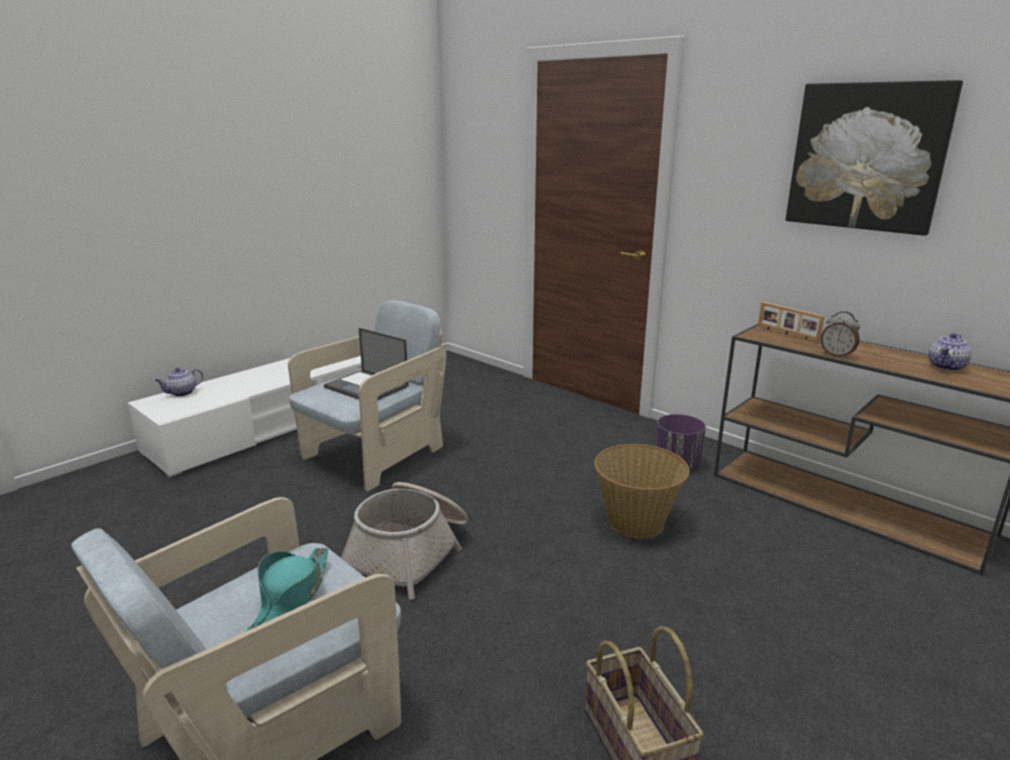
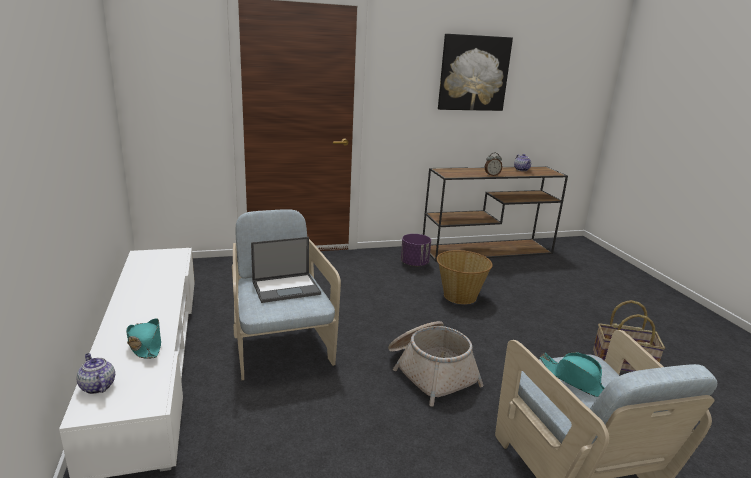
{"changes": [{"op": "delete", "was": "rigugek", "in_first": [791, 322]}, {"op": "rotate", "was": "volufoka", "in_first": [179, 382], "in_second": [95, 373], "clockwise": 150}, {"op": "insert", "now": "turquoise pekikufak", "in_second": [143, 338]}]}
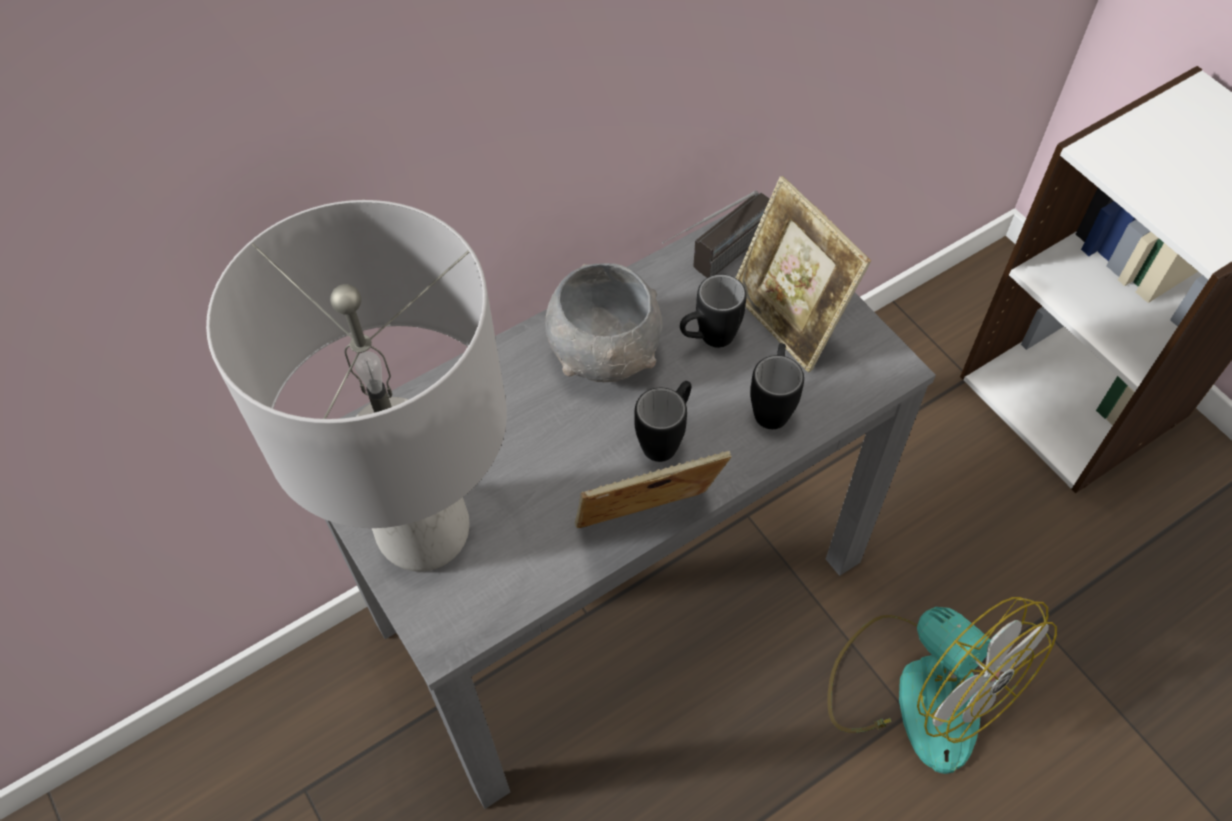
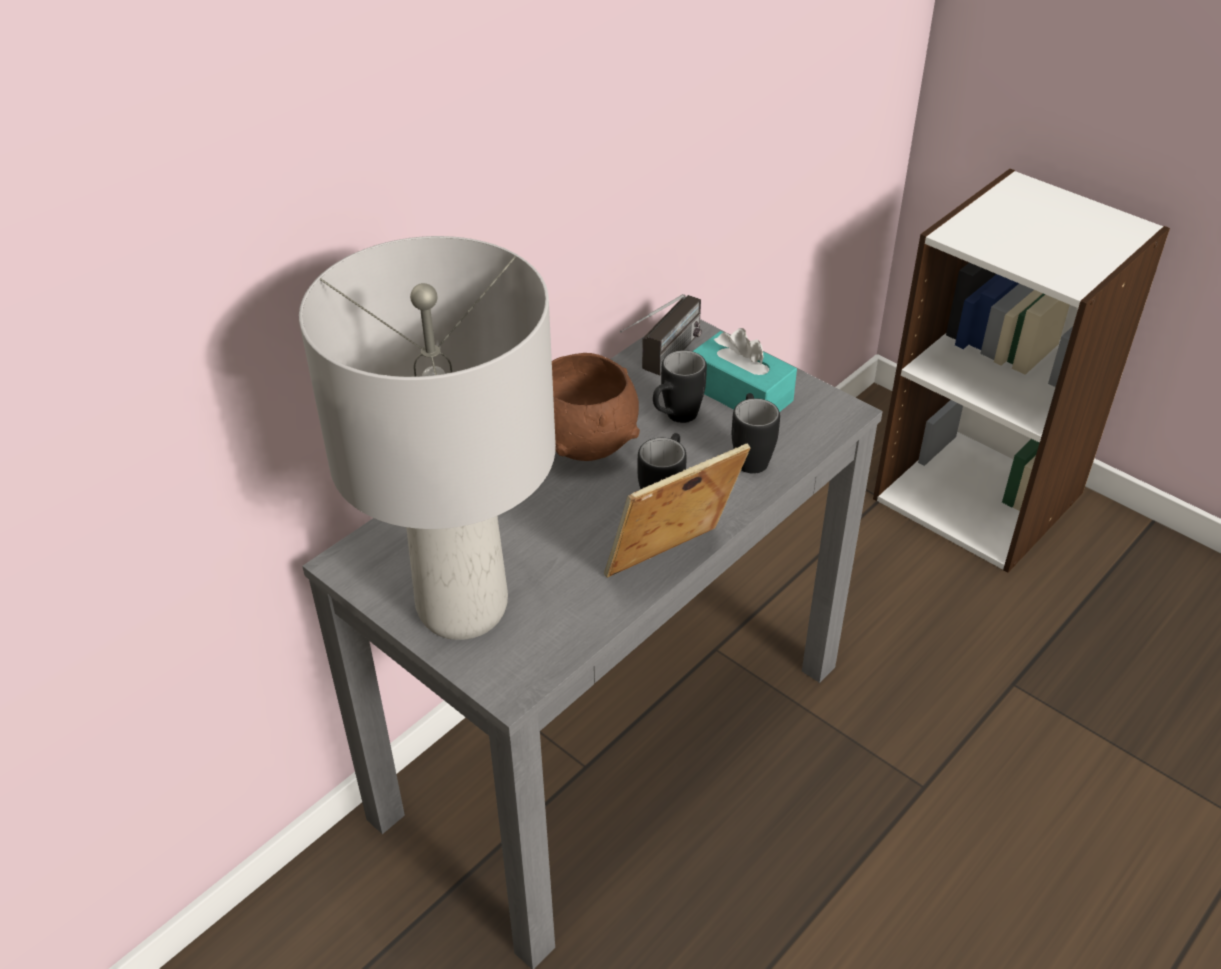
{"changes": [{"op": "replace", "was": "rigugek", "now": "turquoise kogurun", "in_first": [803, 274], "in_second": [745, 370]}, {"op": "recolor", "was": "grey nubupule", "now": "brown nubupule", "in_first": [603, 322], "in_second": [596, 407]}, {"op": "delete", "was": "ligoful", "in_first": [942, 685]}]}
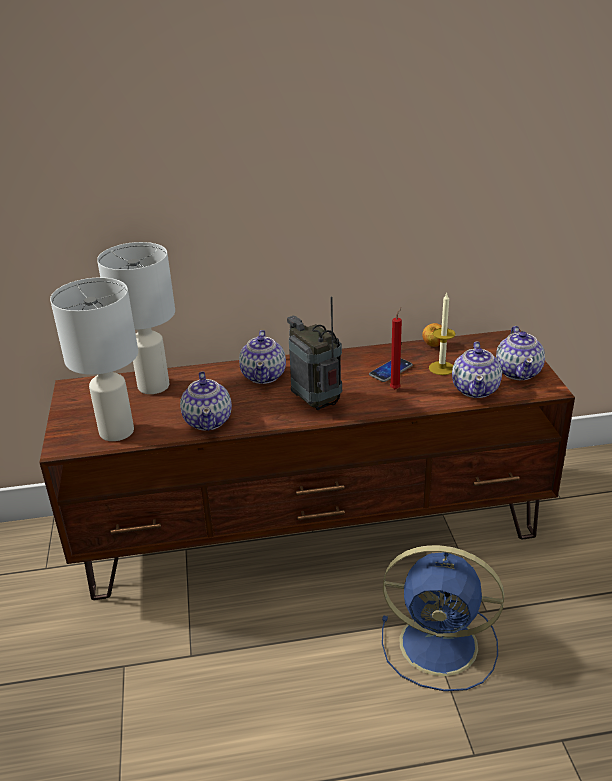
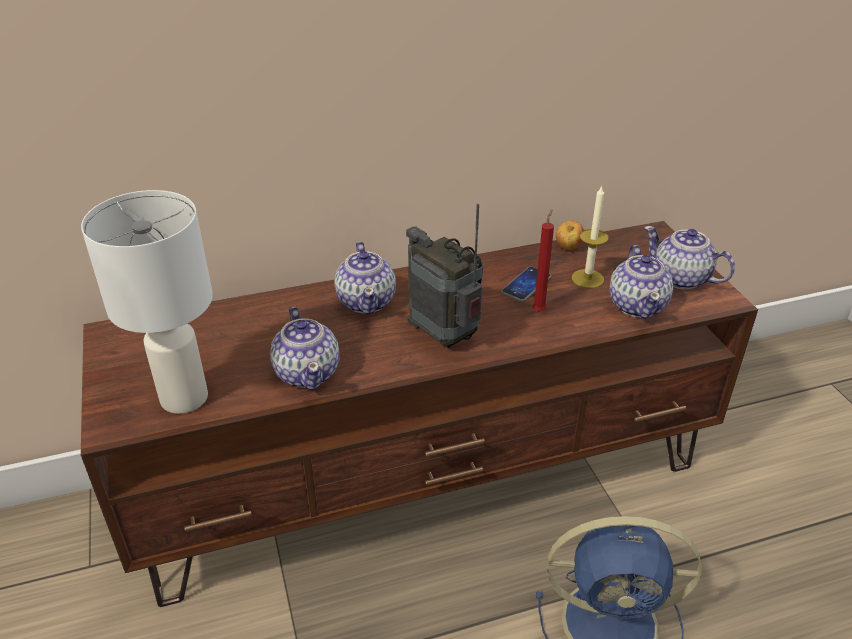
{"changes": [{"op": "delete", "was": "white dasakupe", "in_first": [136, 318]}, {"op": "rotate", "was": "volufoka", "in_first": [520, 353], "in_second": [689, 257], "clockwise": 135}]}
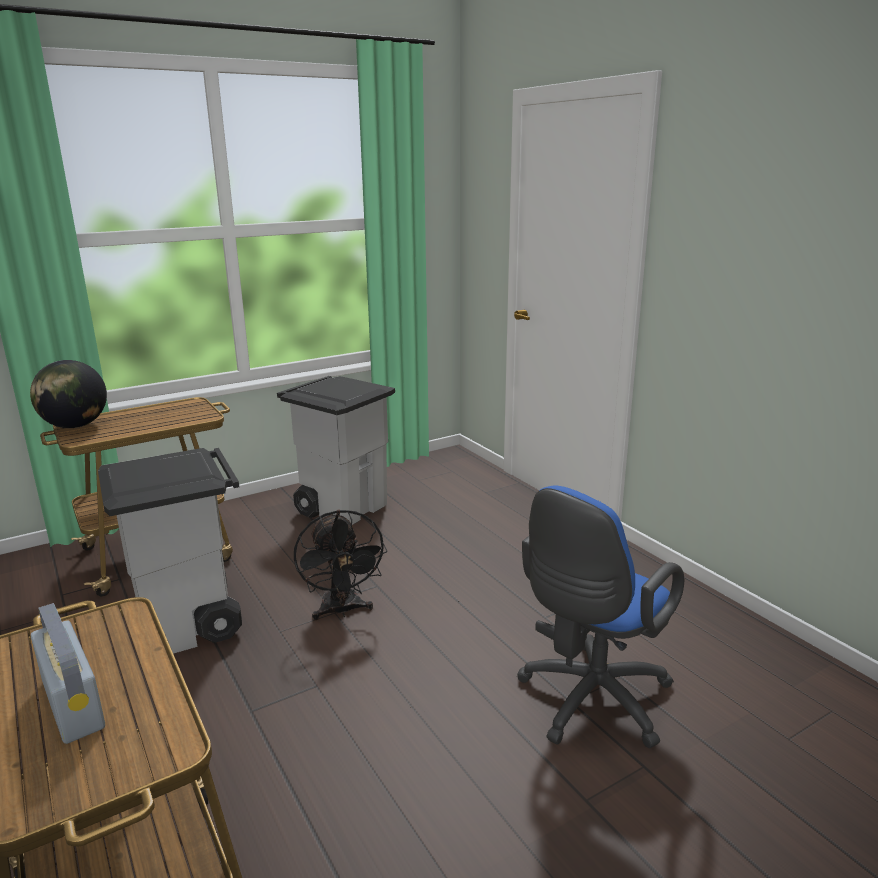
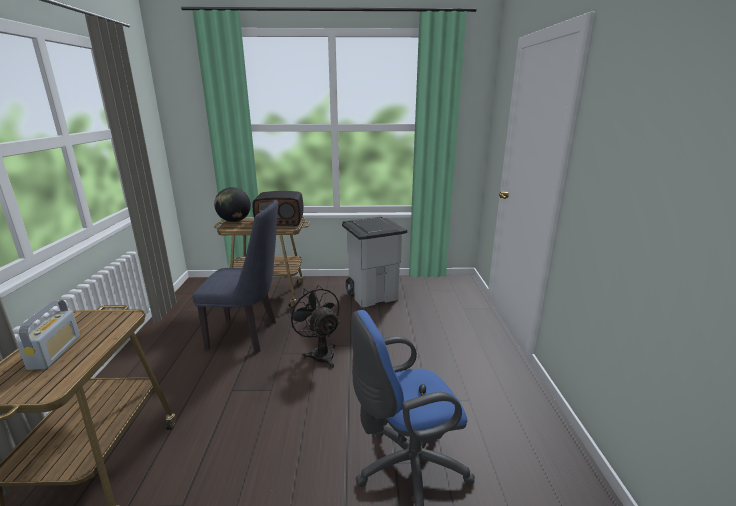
{"changes": [{"op": "replace", "was": "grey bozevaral", "now": "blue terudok", "in_first": [170, 551], "in_second": [235, 276]}, {"op": "rotate", "was": "black ligoful", "in_first": [340, 564], "in_second": [313, 326], "clockwise": 135}, {"op": "insert", "now": "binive", "in_second": [277, 208]}]}
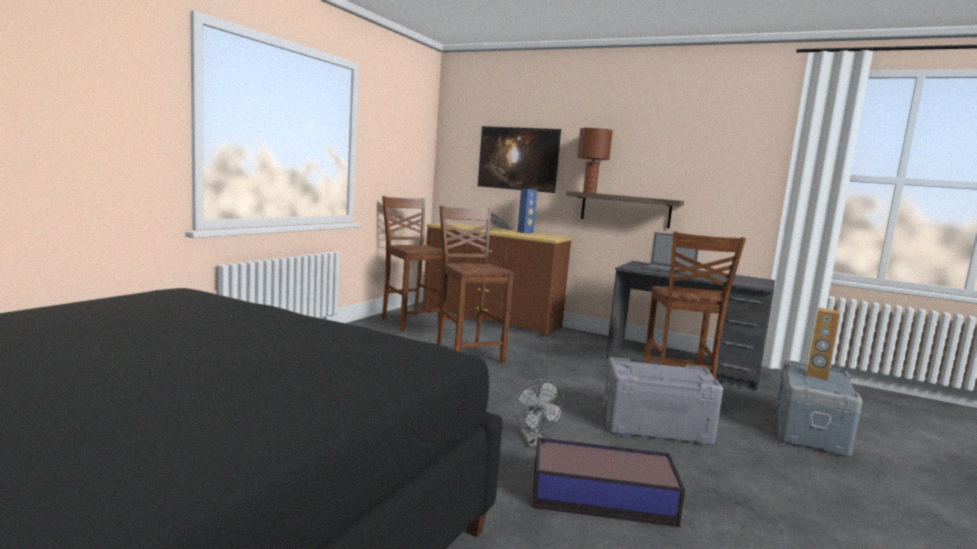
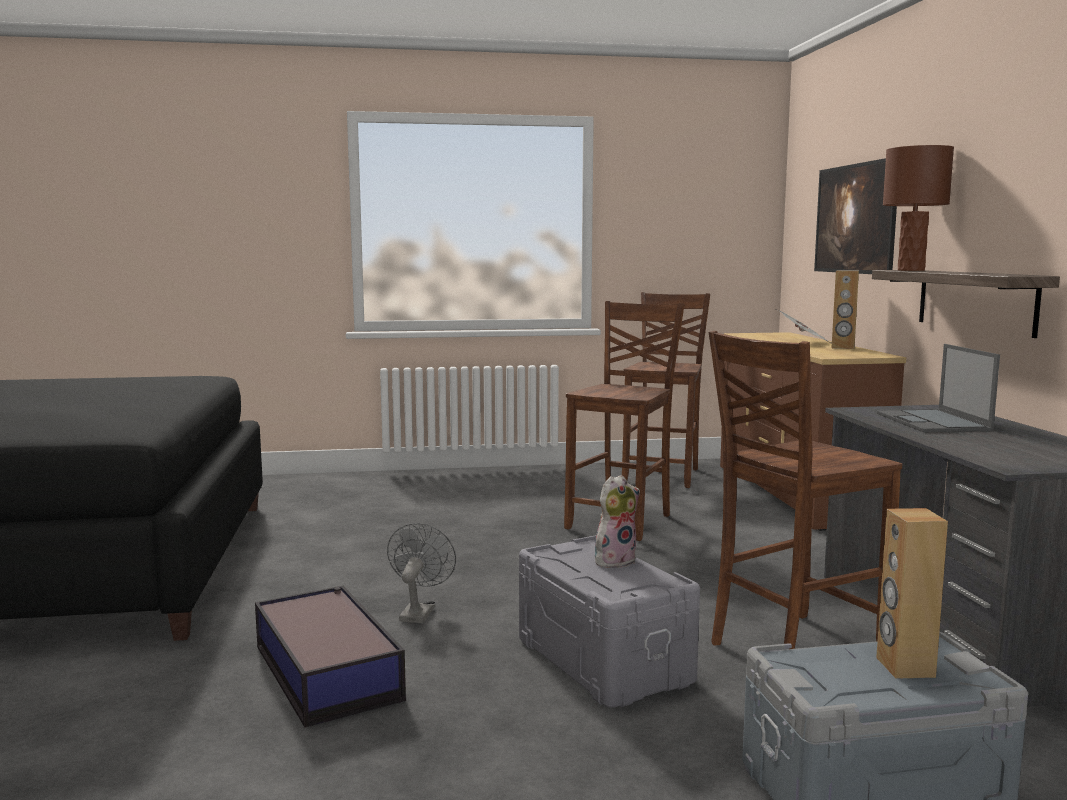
{"changes": [{"op": "recolor", "was": "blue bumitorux", "now": "brown bumitorux", "in_first": [527, 211], "in_second": [845, 309]}, {"op": "rotate", "was": "grey ligoful", "in_first": [539, 413], "in_second": [421, 573], "clockwise": 150}, {"op": "insert", "now": "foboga", "in_second": [617, 521]}]}
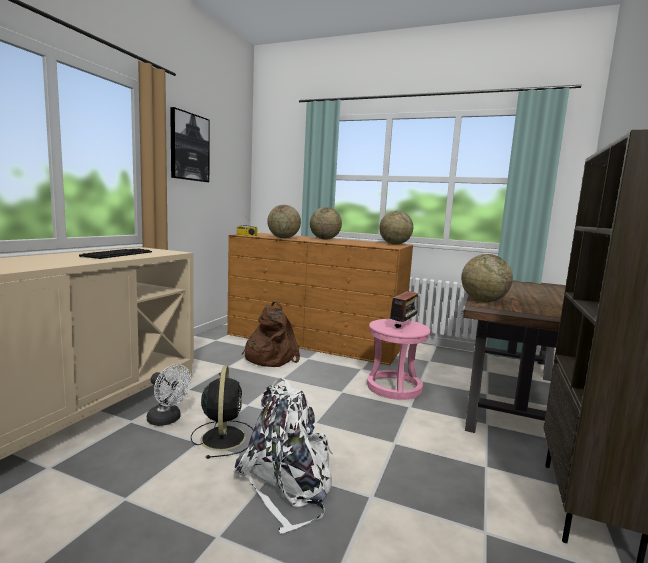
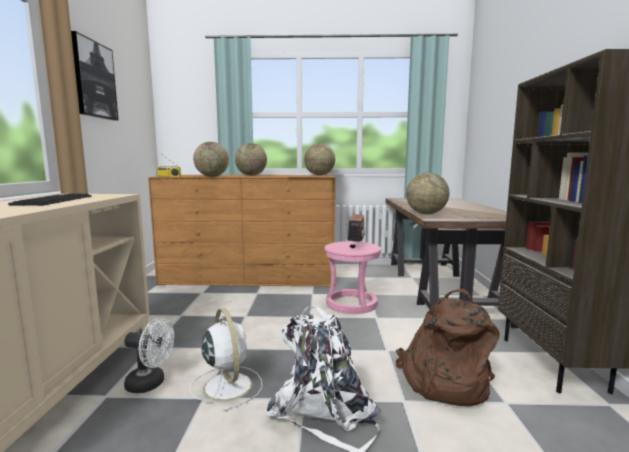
{"changes": [{"op": "move", "was": "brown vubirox", "in_first": [271, 334], "in_second": [448, 347]}, {"op": "recolor", "was": "black ligoful", "now": "white ligoful", "in_first": [222, 412], "in_second": [226, 360]}]}
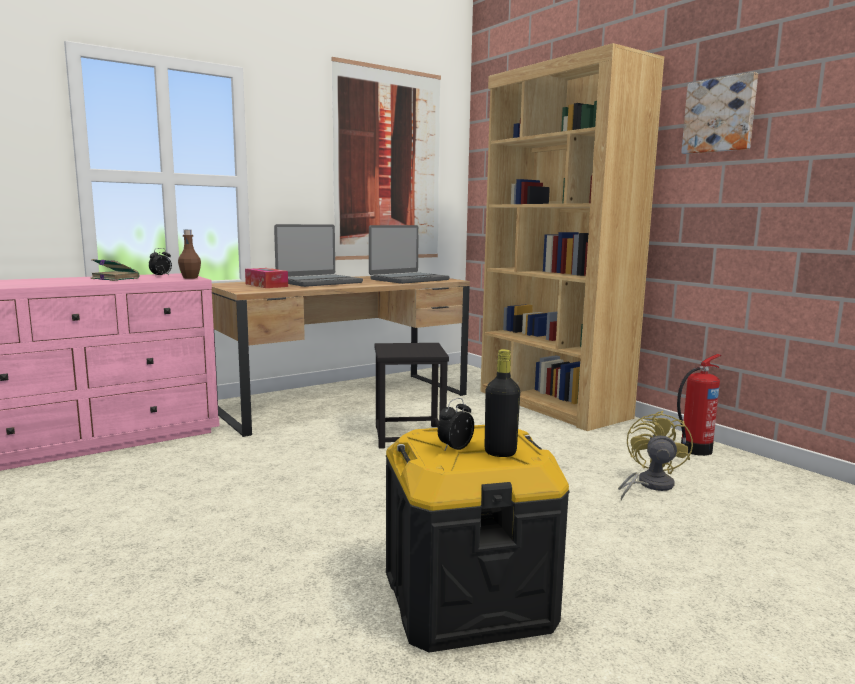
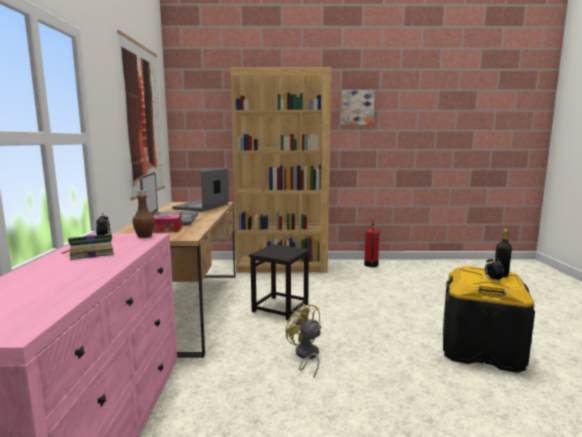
{"changes": [{"op": "rotate", "was": "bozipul", "in_first": [409, 254], "in_second": [200, 189], "clockwise": -150}, {"op": "move", "was": "yellow ligoful", "in_first": [655, 456], "in_second": [303, 340]}]}
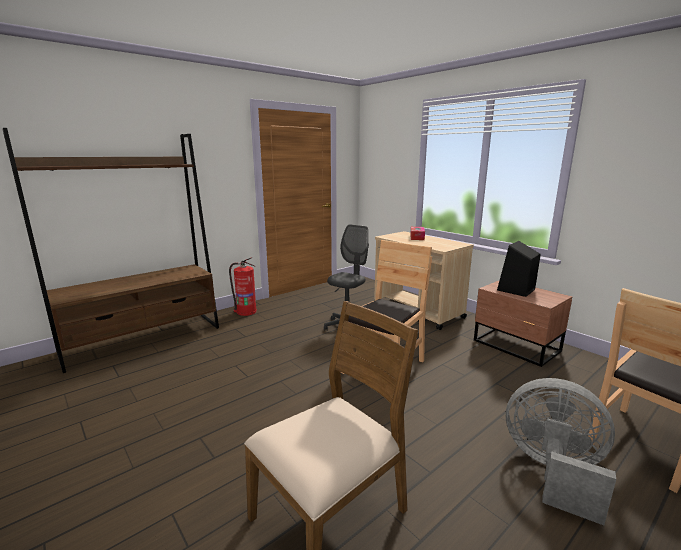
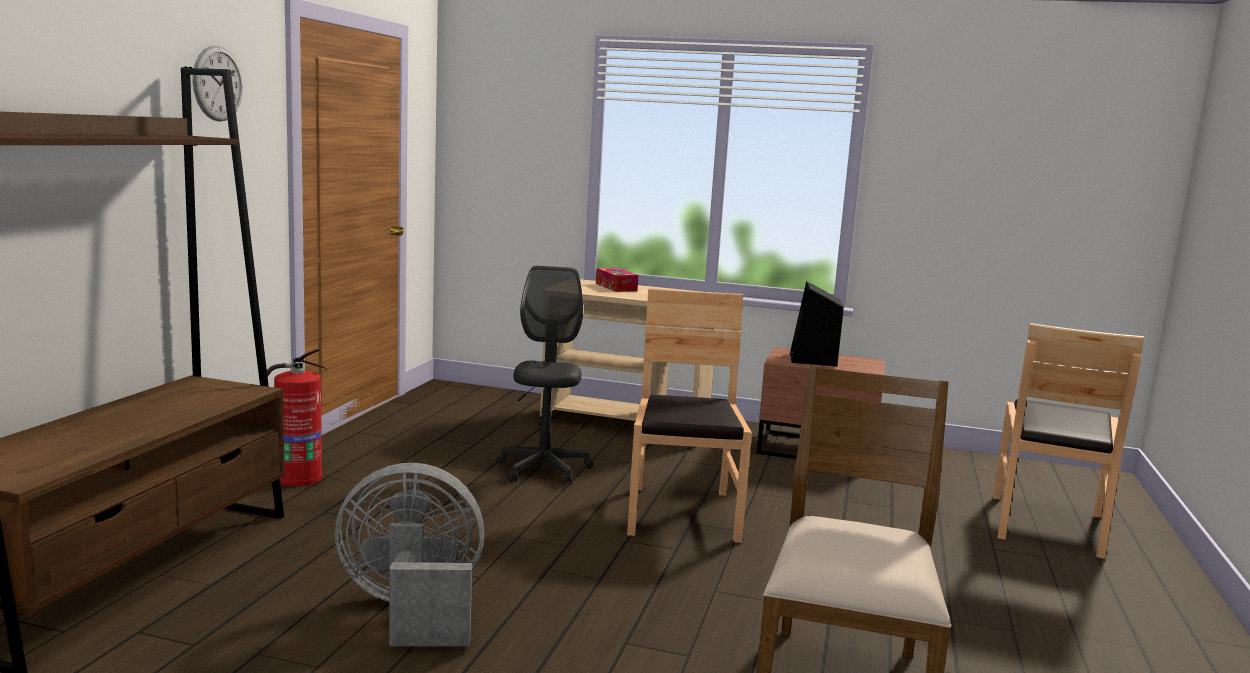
{"changes": [{"op": "move", "was": "grey ligoful", "in_first": [561, 451], "in_second": [409, 554]}, {"op": "insert", "now": "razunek", "in_second": [218, 84]}]}
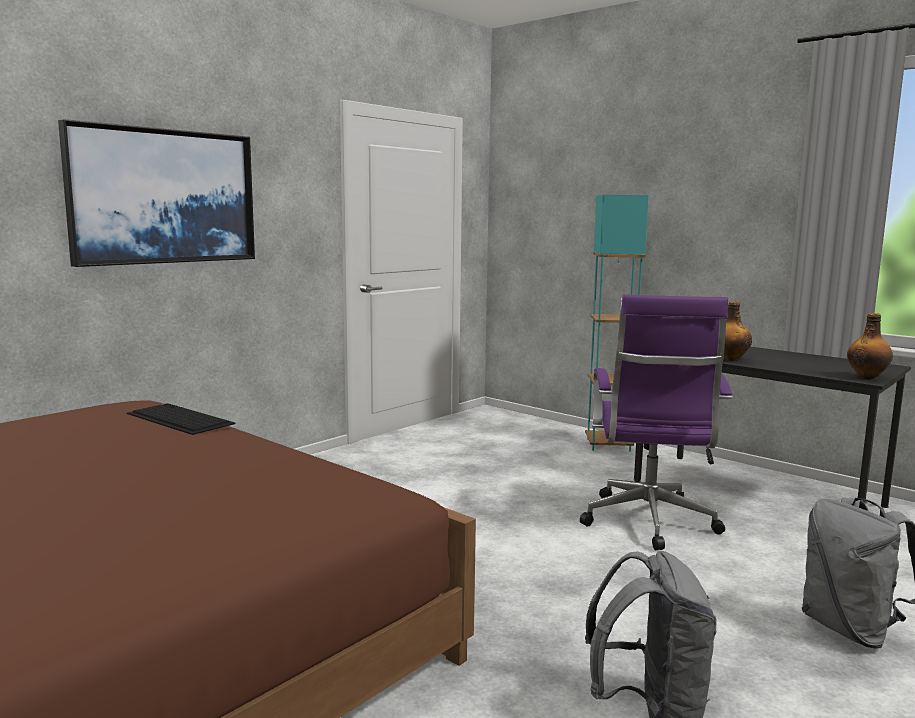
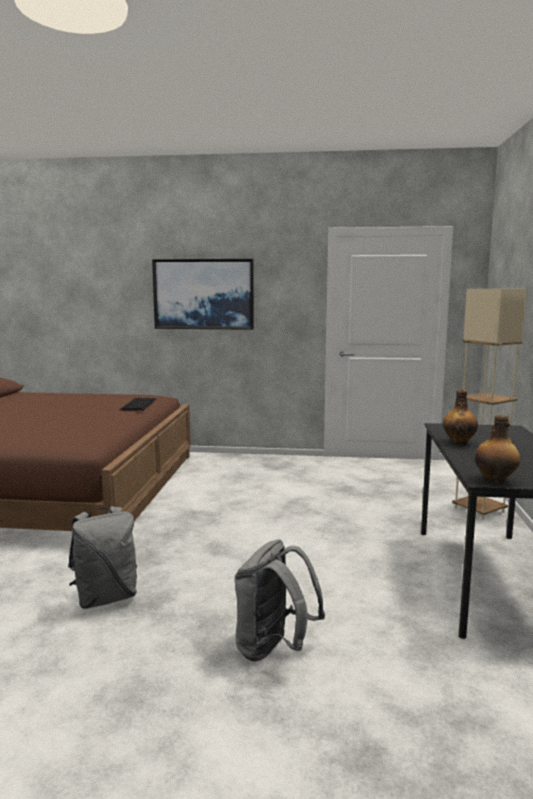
{"changes": [{"op": "recolor", "was": "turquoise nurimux", "now": "beige nurimux", "in_first": [617, 323], "in_second": [489, 404]}, {"op": "delete", "was": "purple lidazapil", "in_first": [656, 422]}]}
